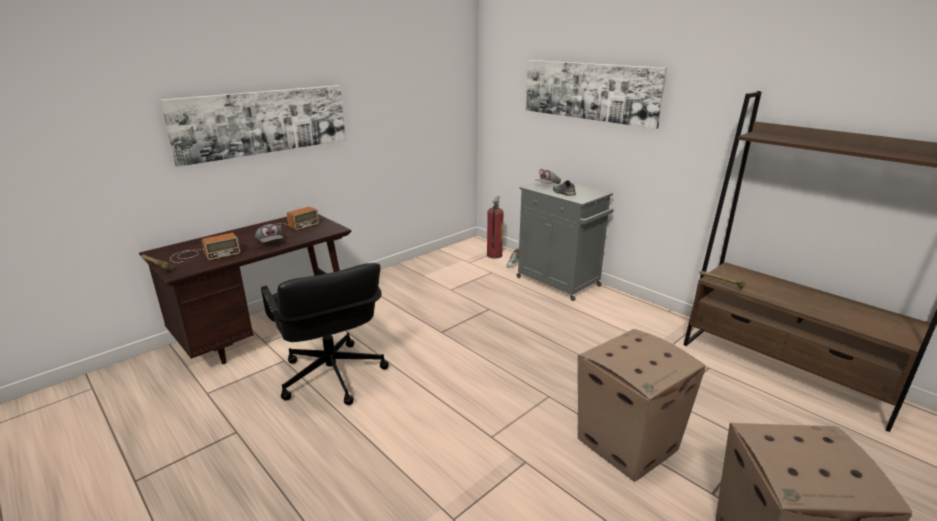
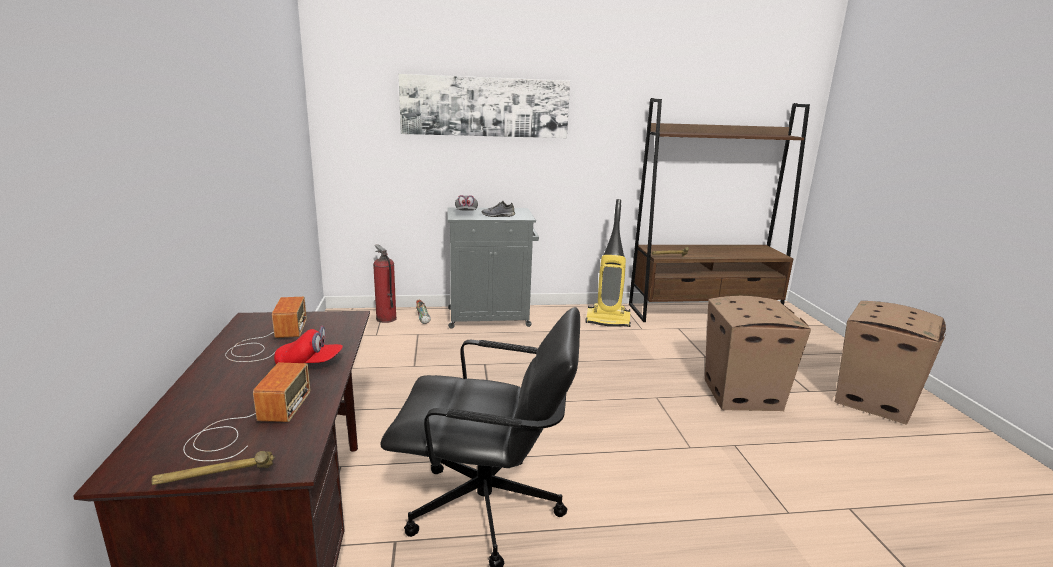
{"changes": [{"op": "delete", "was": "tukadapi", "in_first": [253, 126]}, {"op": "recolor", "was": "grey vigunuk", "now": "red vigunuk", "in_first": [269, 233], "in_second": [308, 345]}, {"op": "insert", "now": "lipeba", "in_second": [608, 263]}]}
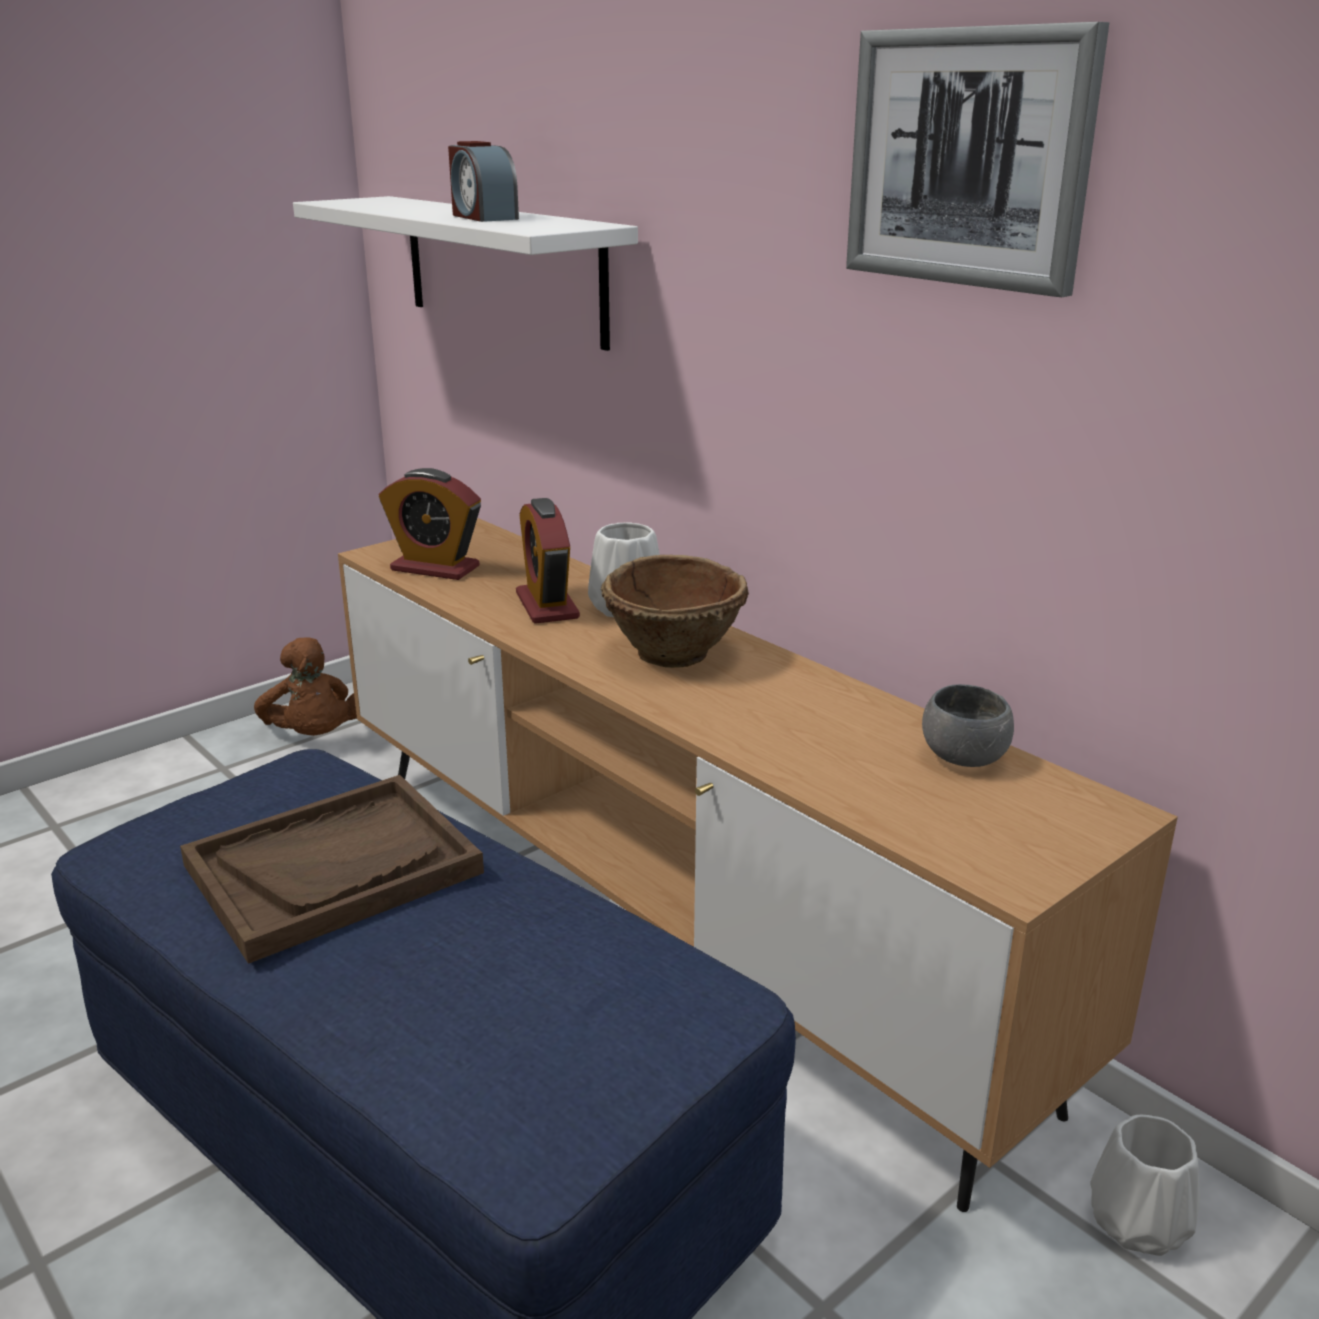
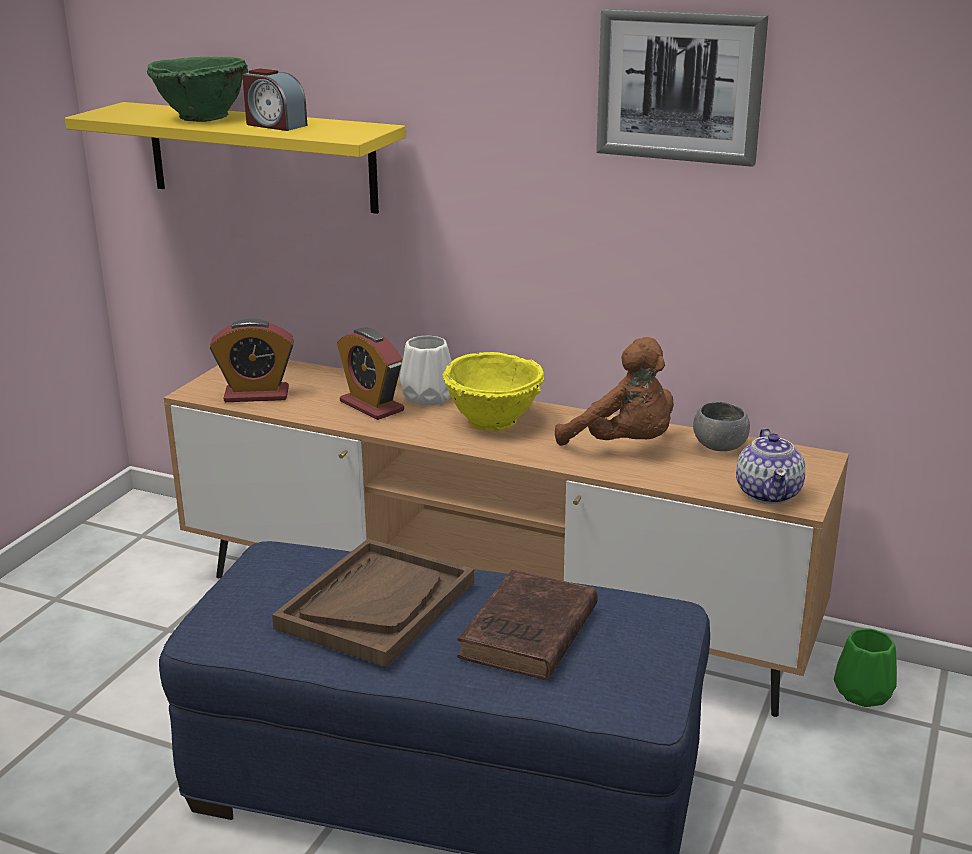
{"changes": [{"op": "recolor", "was": "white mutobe", "now": "yellow mutobe", "in_first": [465, 273], "in_second": [235, 158]}, {"op": "recolor", "was": "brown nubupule", "now": "yellow nubupule", "in_first": [675, 611], "in_second": [493, 391]}, {"op": "move", "was": "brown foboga", "in_first": [305, 686], "in_second": [614, 391]}, {"op": "recolor", "was": "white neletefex", "now": "green neletefex", "in_first": [1145, 1185], "in_second": [865, 667]}, {"op": "insert", "now": "green nubupule", "in_second": [197, 89]}, {"op": "insert", "now": "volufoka", "in_second": [770, 466]}, {"op": "insert", "now": "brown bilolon", "in_second": [527, 625]}]}
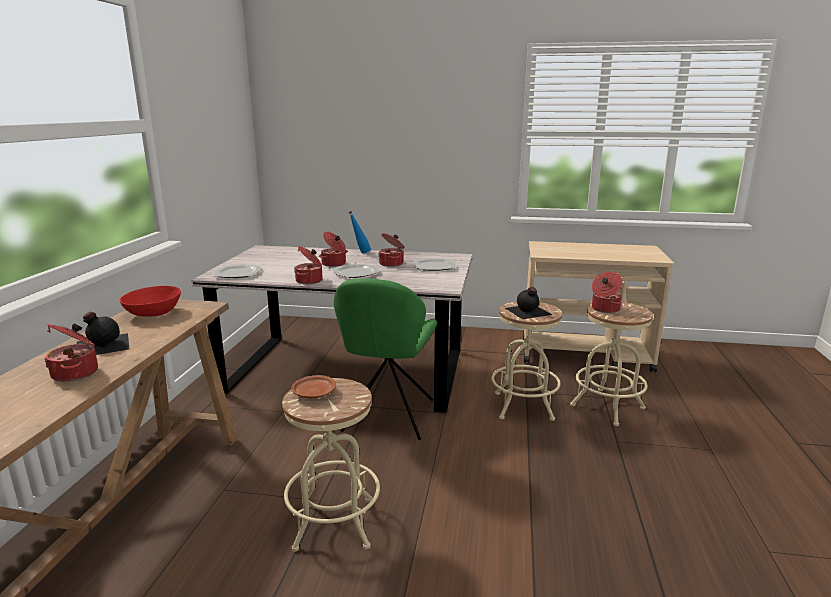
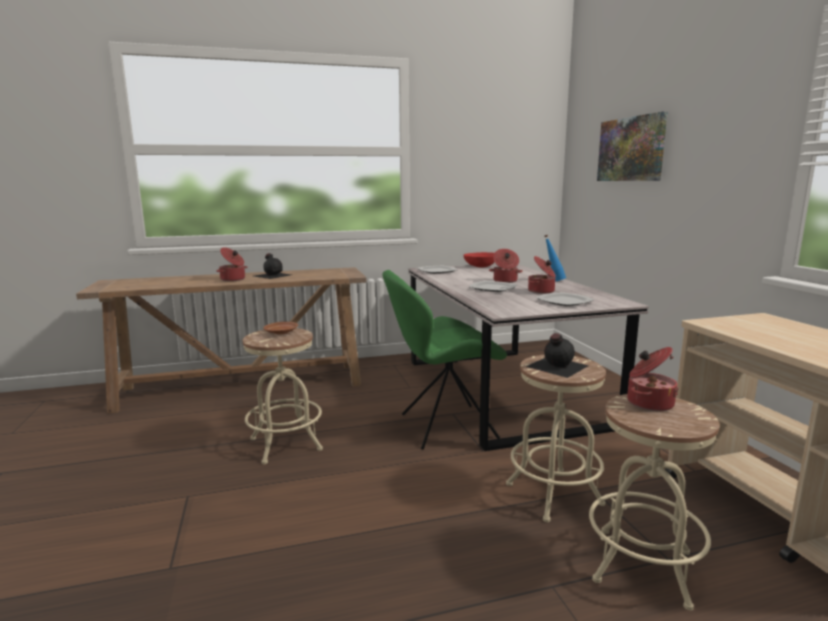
{"changes": [{"op": "delete", "was": "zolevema", "in_first": [308, 265]}, {"op": "move", "was": "red nubupule", "in_first": [150, 301], "in_second": [478, 259]}, {"op": "insert", "now": "tukadapi", "in_second": [632, 146]}]}
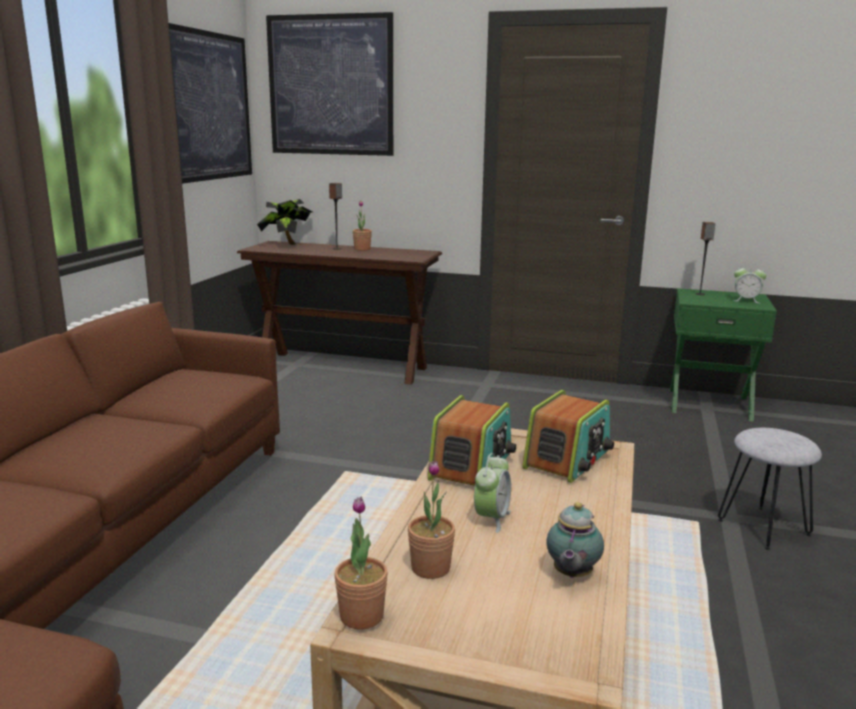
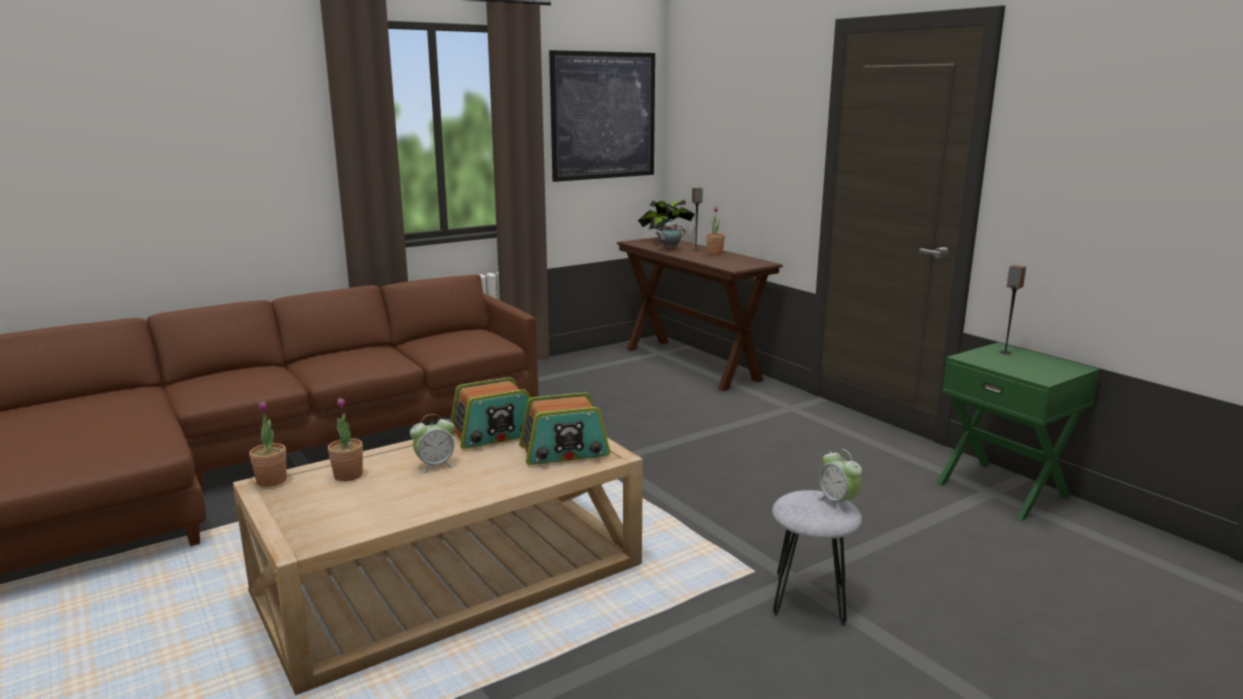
{"changes": [{"op": "delete", "was": "tukadapi", "in_first": [329, 84]}, {"op": "move", "was": "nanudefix", "in_first": [750, 283], "in_second": [839, 481]}, {"op": "move", "was": "volufoka", "in_first": [575, 540], "in_second": [670, 234]}]}
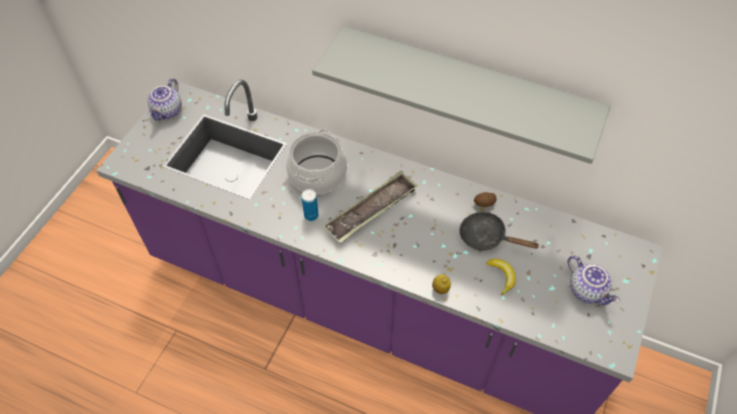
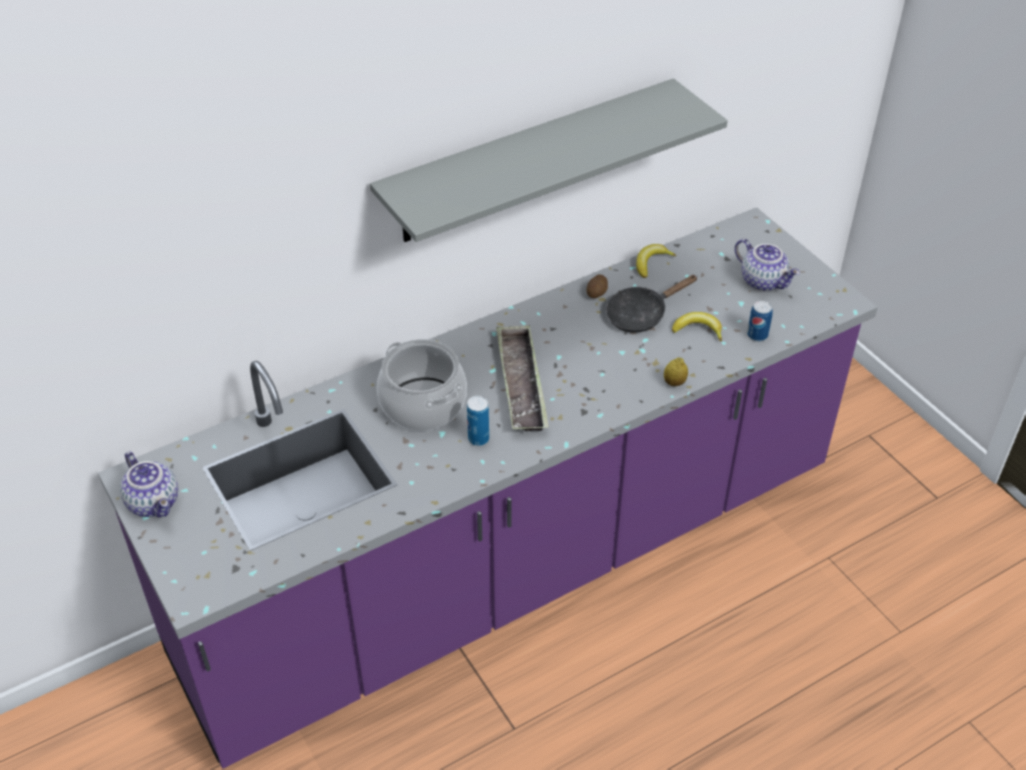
{"changes": [{"op": "rotate", "was": "volufoka", "in_first": [594, 280], "in_second": [767, 265], "clockwise": 45}, {"op": "insert", "now": "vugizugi", "in_second": [656, 261]}, {"op": "insert", "now": "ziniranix", "in_second": [760, 321]}]}
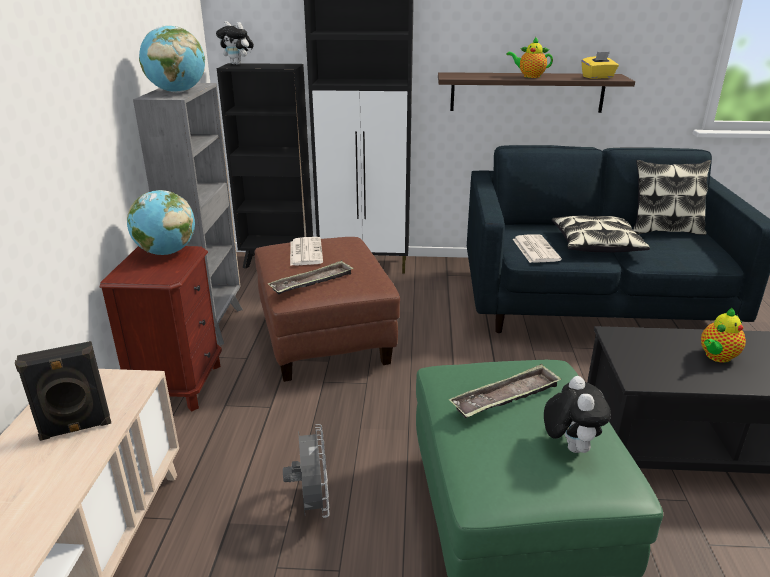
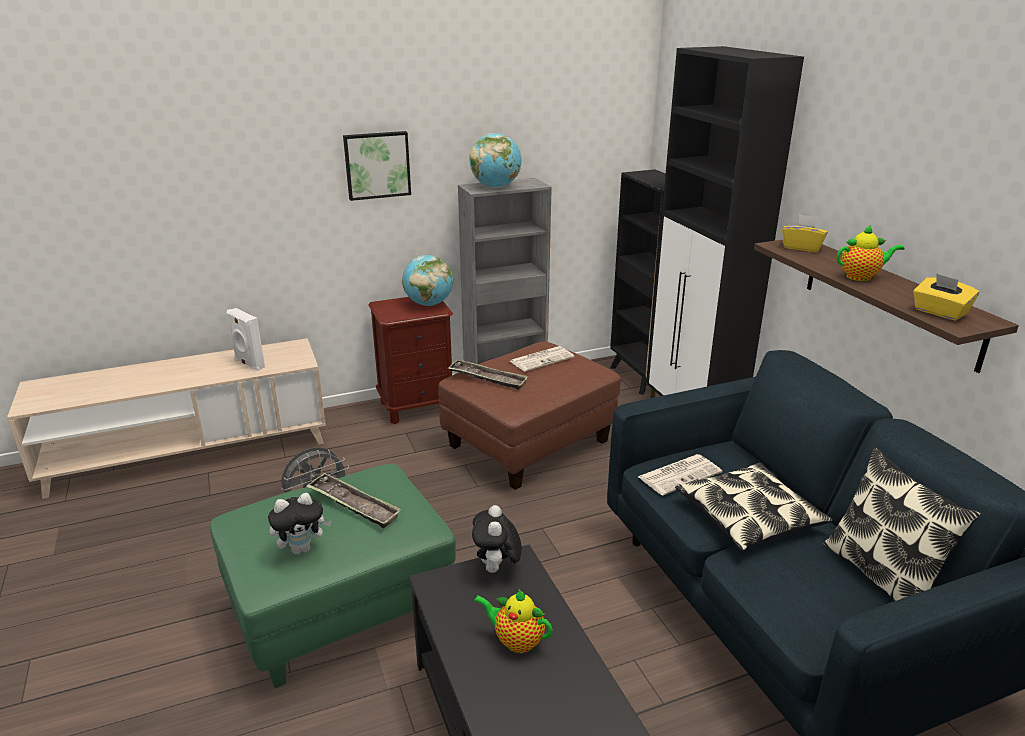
{"changes": [{"op": "move", "was": "foboga", "in_first": [235, 43], "in_second": [497, 539]}, {"op": "rotate", "was": "volufoka", "in_first": [529, 57], "in_second": [871, 253], "clockwise": 90}, {"op": "recolor", "was": "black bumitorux", "now": "white bumitorux", "in_first": [63, 391], "in_second": [246, 339]}, {"op": "insert", "now": "tukadapi", "in_second": [377, 166]}, {"op": "insert", "now": "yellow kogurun", "in_second": [805, 233]}]}
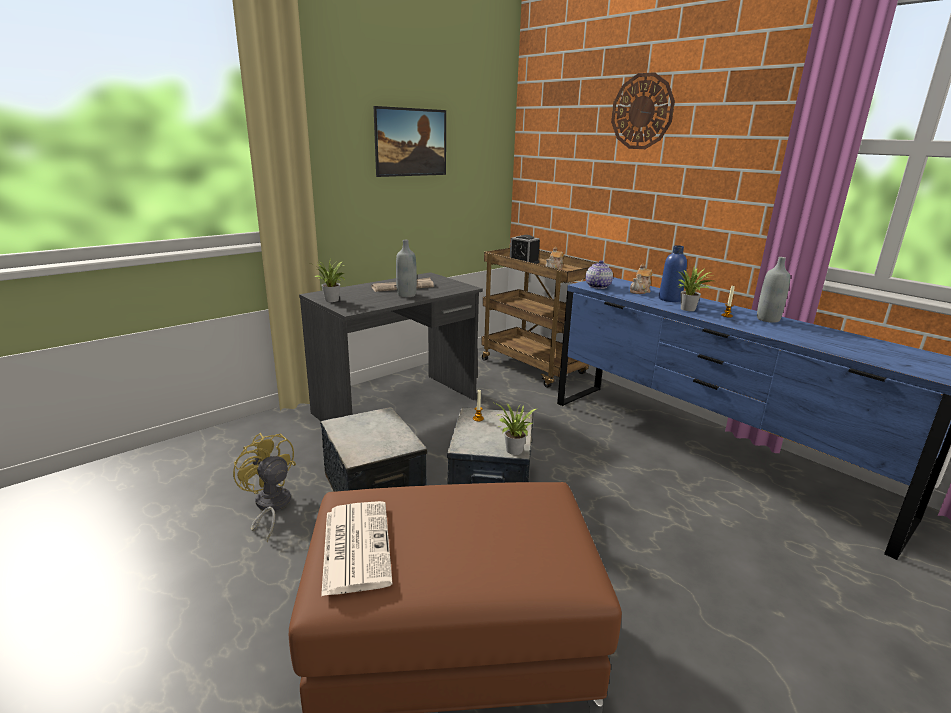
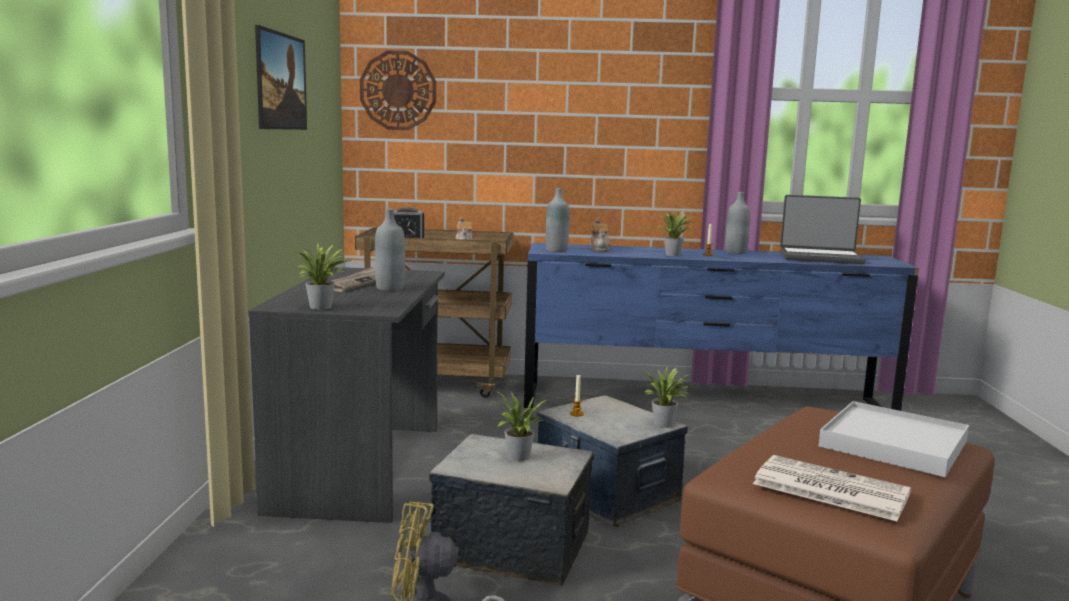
{"changes": [{"op": "move", "was": "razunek", "in_first": [643, 110], "in_second": [398, 90]}, {"op": "delete", "was": "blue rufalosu", "in_first": [673, 273]}, {"op": "replace", "was": "volufoka", "now": "grey rufalosu", "in_first": [599, 274], "in_second": [557, 220]}, {"op": "insert", "now": "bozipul", "in_second": [822, 229]}, {"op": "insert", "now": "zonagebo", "in_second": [519, 426]}, {"op": "insert", "now": "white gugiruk", "in_second": [894, 439]}]}
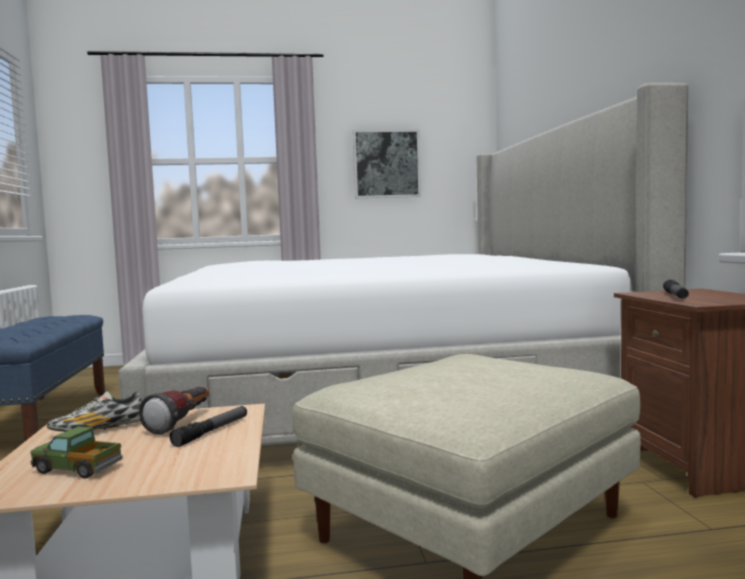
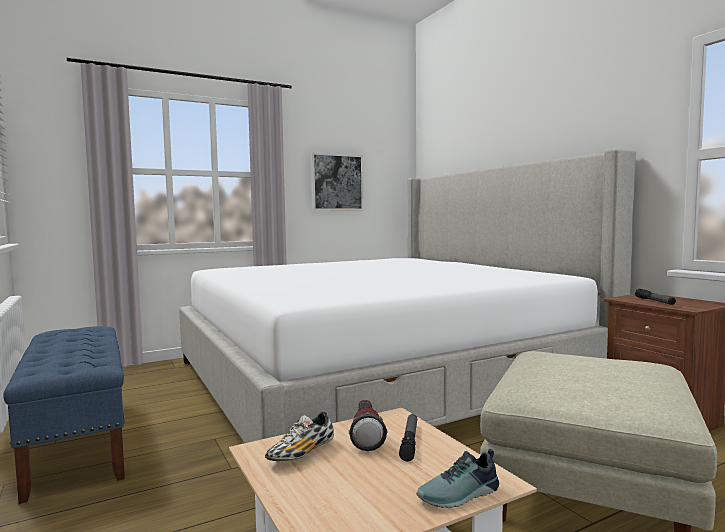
{"changes": [{"op": "delete", "was": "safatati", "in_first": [76, 452]}, {"op": "insert", "now": "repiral", "in_second": [457, 478]}]}
